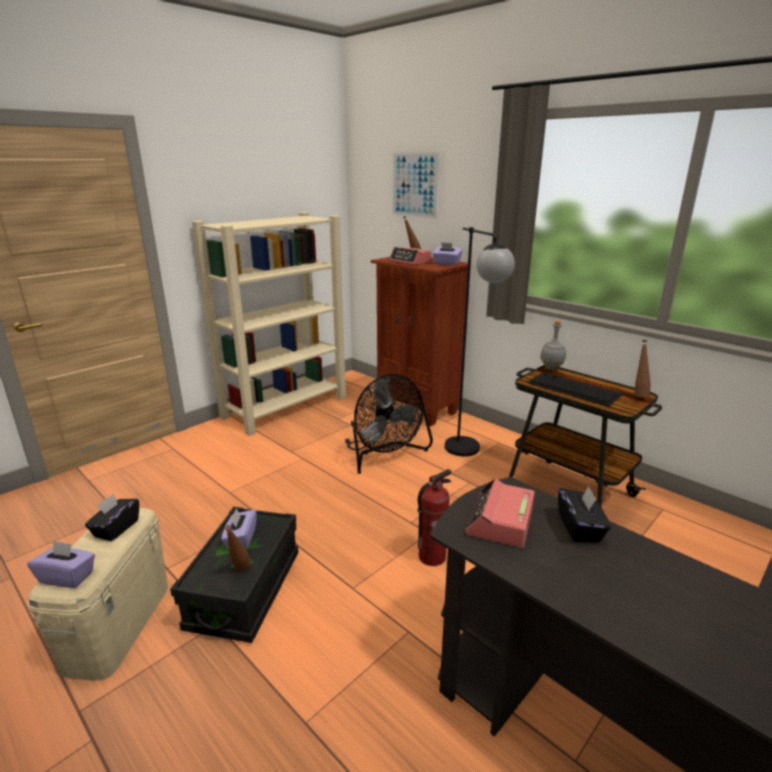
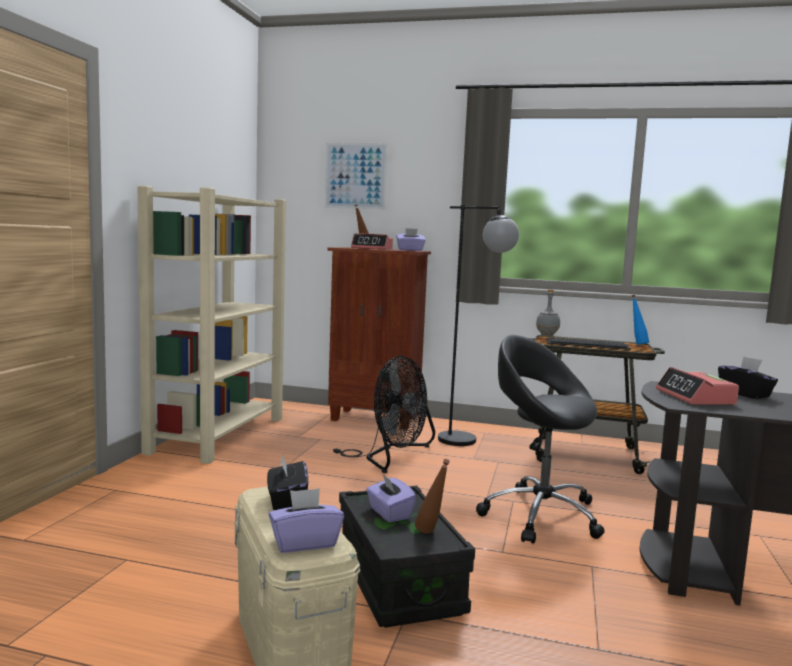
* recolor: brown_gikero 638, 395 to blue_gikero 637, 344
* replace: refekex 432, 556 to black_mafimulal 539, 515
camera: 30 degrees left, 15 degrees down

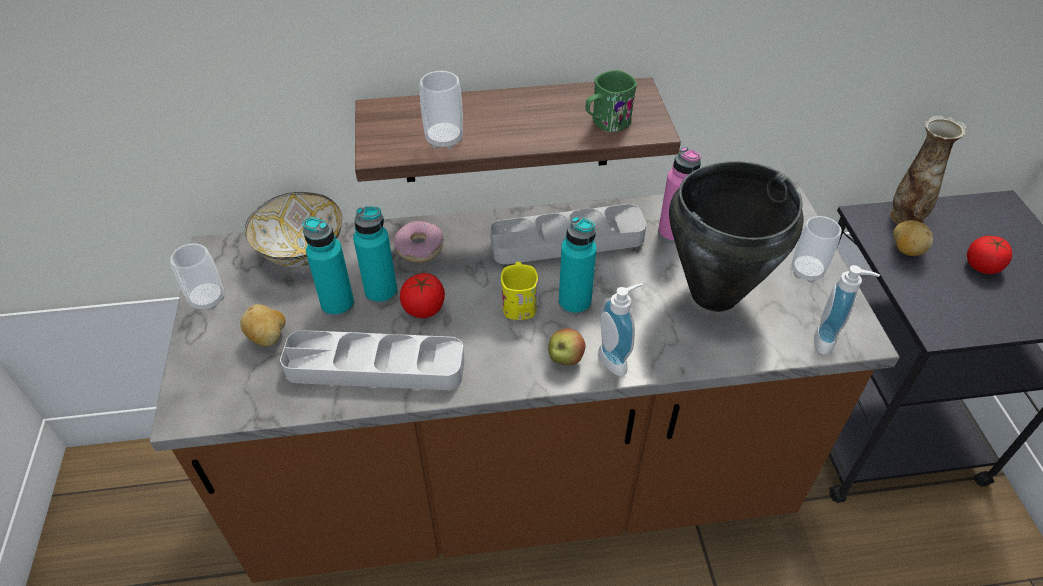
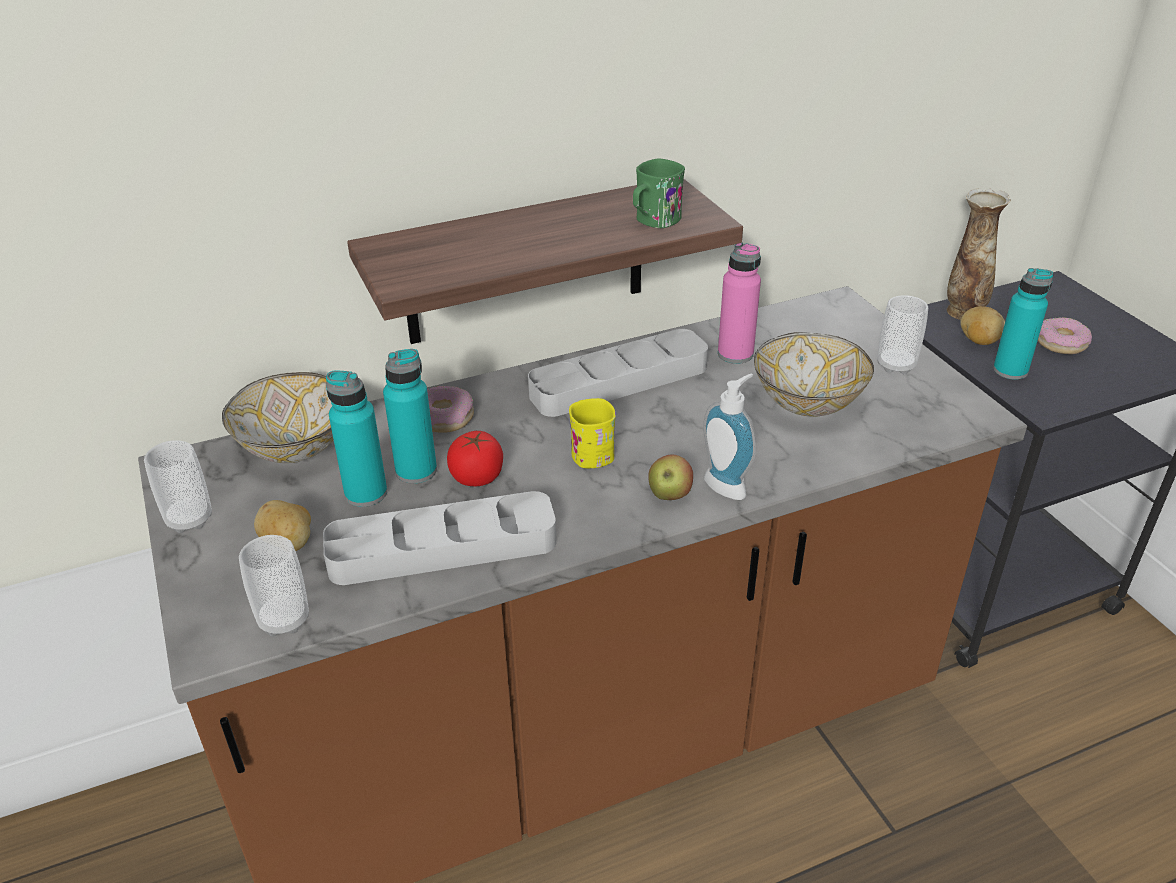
* move: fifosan 444, 140 to 284, 620
* replace: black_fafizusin 713, 294 to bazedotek 806, 403
* move: turquoise_gikero 574, 303 to 1010, 370
* replace: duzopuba 982, 266 to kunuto 1060, 343
* delete: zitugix 829, 340
camera: 15 degrees left, 10 degrees down

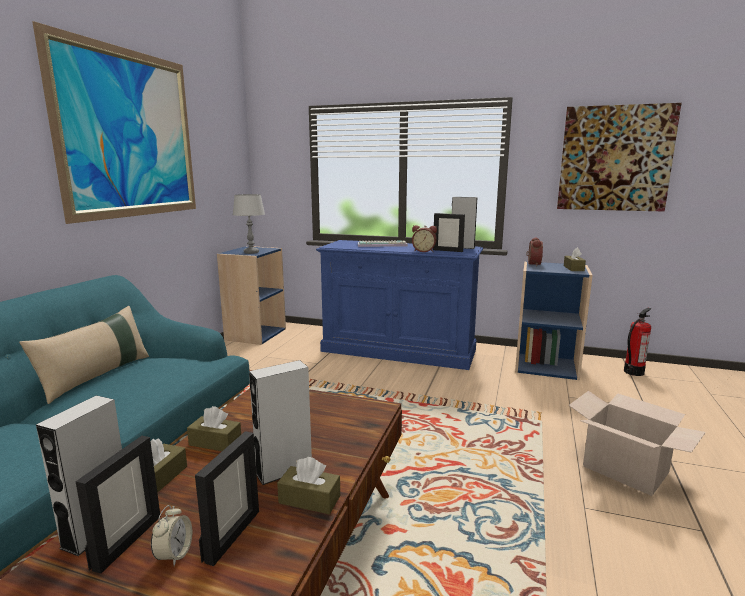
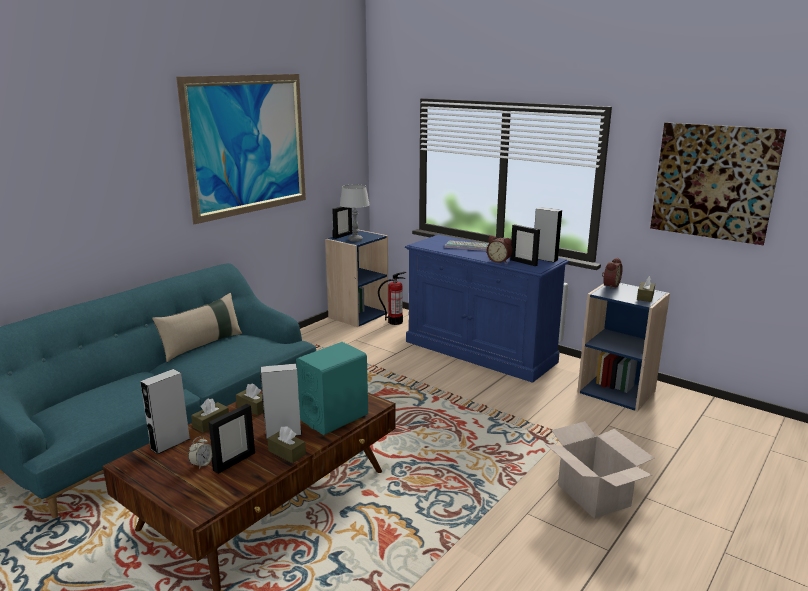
* move: refekex 633, 372 to 395, 322
* move: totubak 127, 541 to 342, 236
* insert: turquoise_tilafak 334, 417
camera: 20 degrees right, 5 degrees up

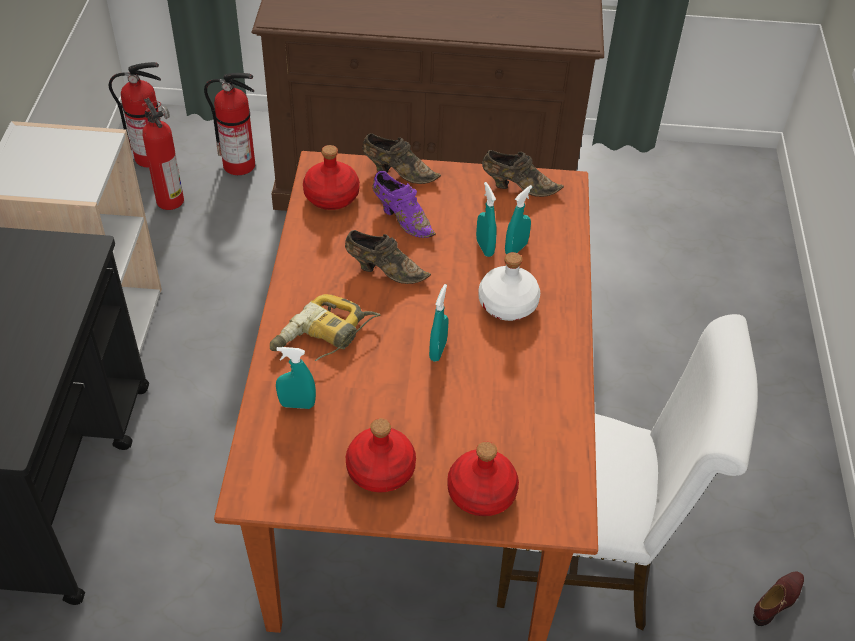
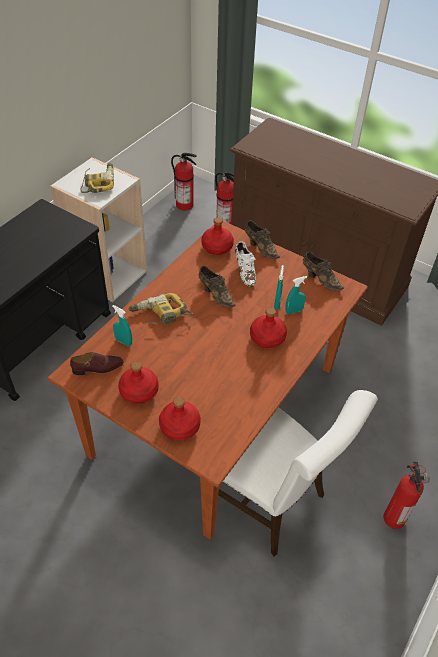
* move: refekex 169, 199 to 394, 517
* recolor: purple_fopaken 402, 218 to white_fopaken 245, 271
* recolor: white_gikero 507, 304 to red_gikero 267, 337
* delete: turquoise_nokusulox 438, 350
* move: brown_fopaken 777, 601 to 98, 368
* insert: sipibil 98, 182
camera: 30 degrees right, 0 degrees up

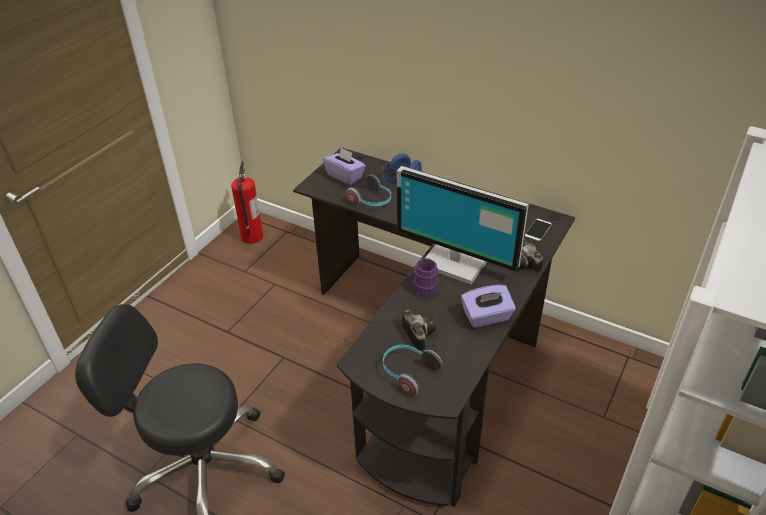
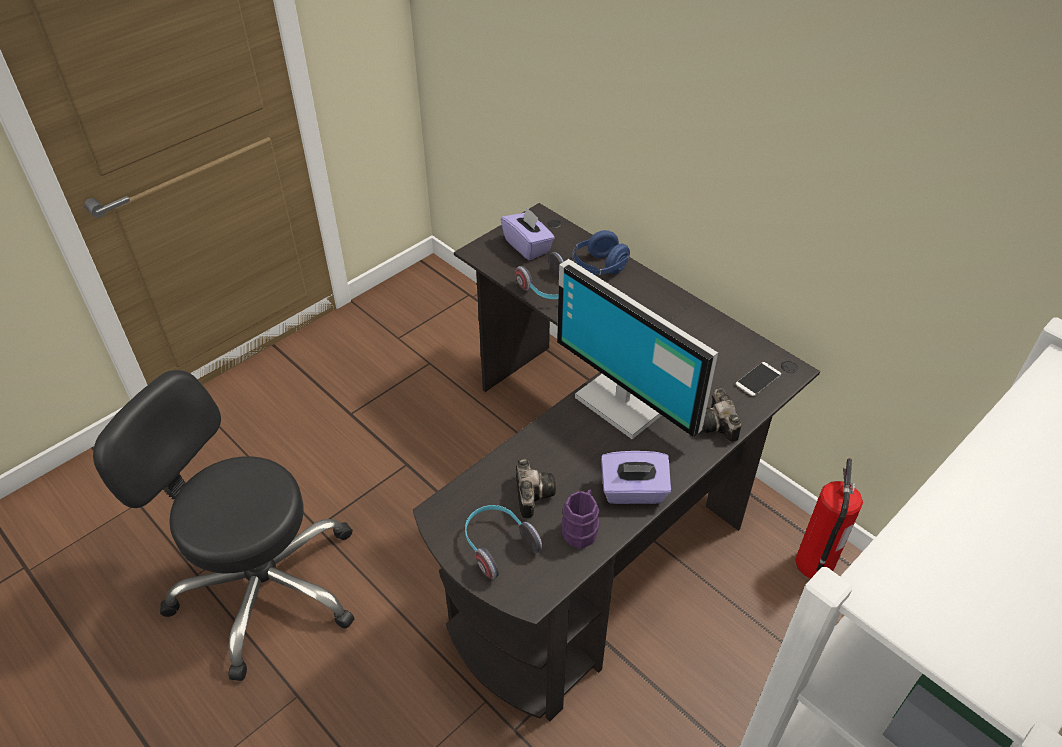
* move: refekex 252, 237 to 814, 564
* move: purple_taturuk 426, 286 to 581, 528
camera: 15 degrees right, 5 degrees up

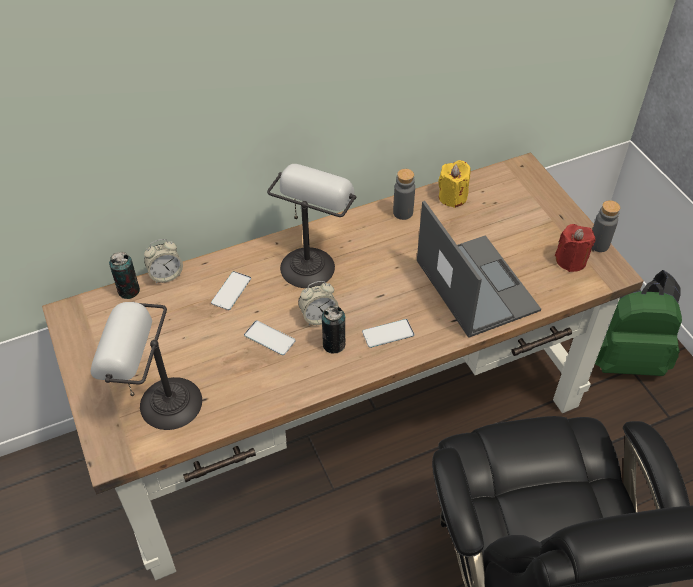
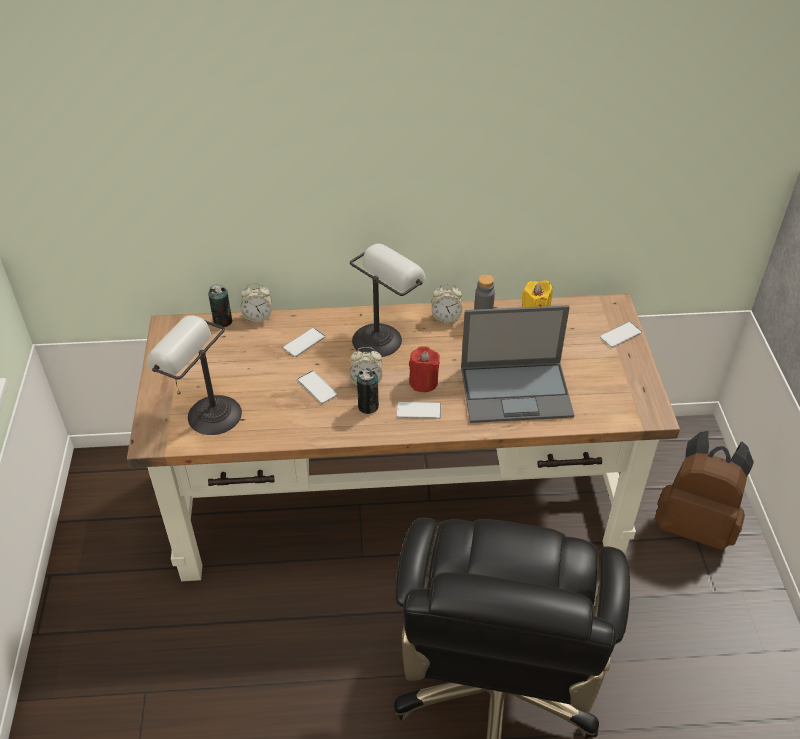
* delete: grey_gikero 598, 244
* rotate: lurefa 475, 284 = 517, 391 90 degrees clockwise
* move: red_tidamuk 571, 260 to 423, 382
* recolor: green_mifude 626, 357 to brown_mifude 695, 524
* insert: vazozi 446, 317
* insert: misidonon 620, 335
camera: 20 degrees right, 5 degrees down

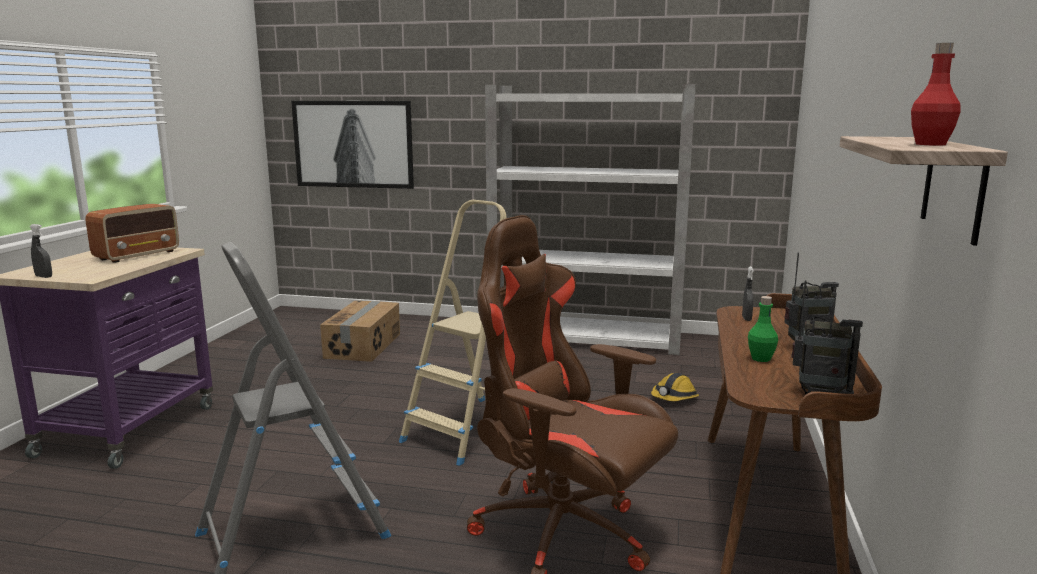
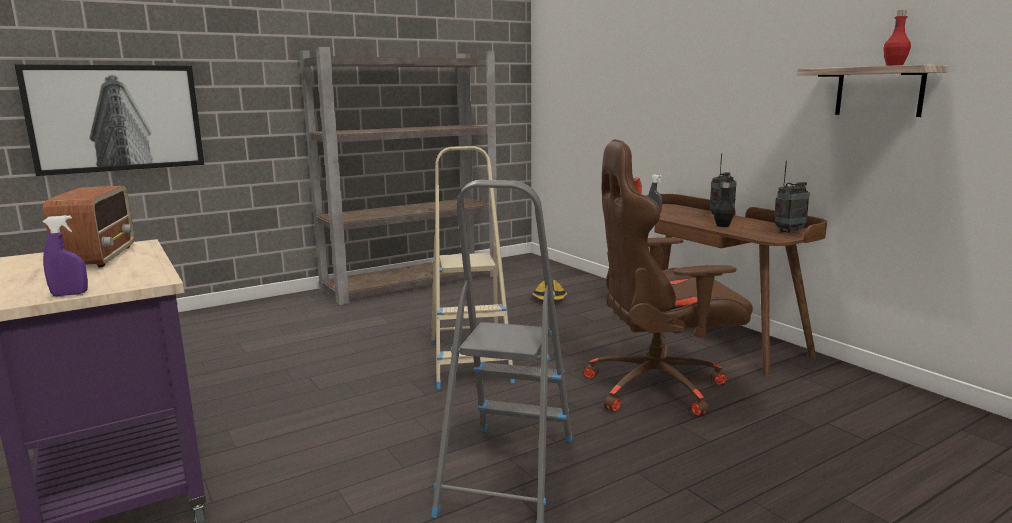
* recolor: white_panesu 585, 337 to brown_panesu 411, 282
* recolor: grey_nokusulox 44, 277 to purple_nokusulox 70, 294
* recolor: green_gikero 760, 358 to black_gikero 722, 225
* delete: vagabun 364, 345
camera: 45 degrees left, 0 degrees up

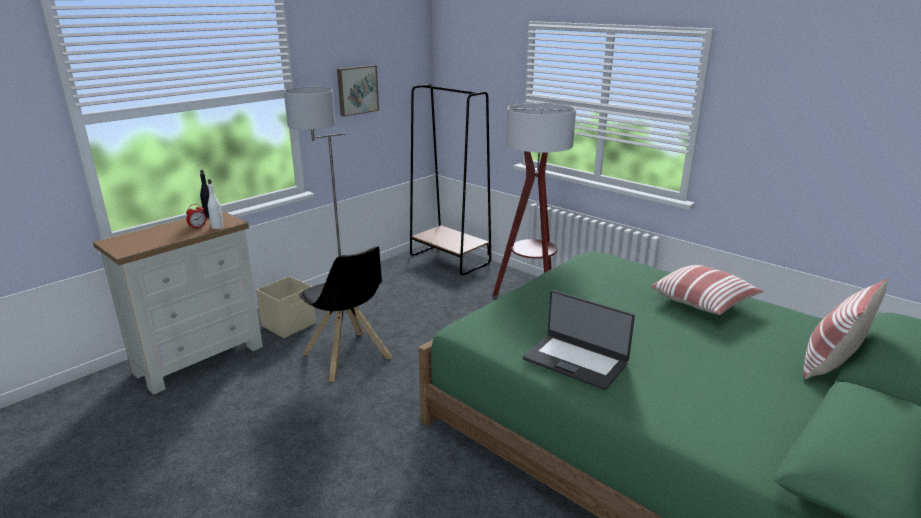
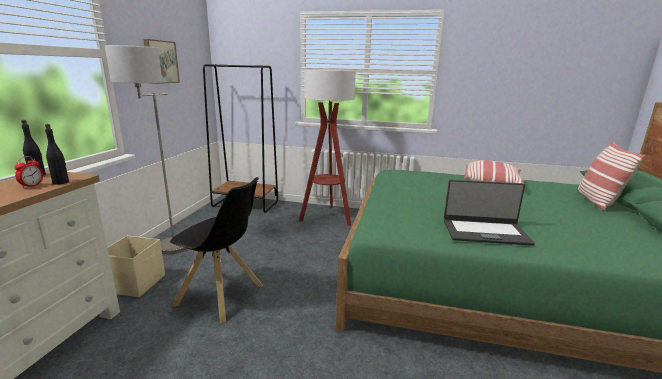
* recolor: white_gikero 217, 227 to black_gikero 61, 182
camera: 30 degrees left, 5 degrees down

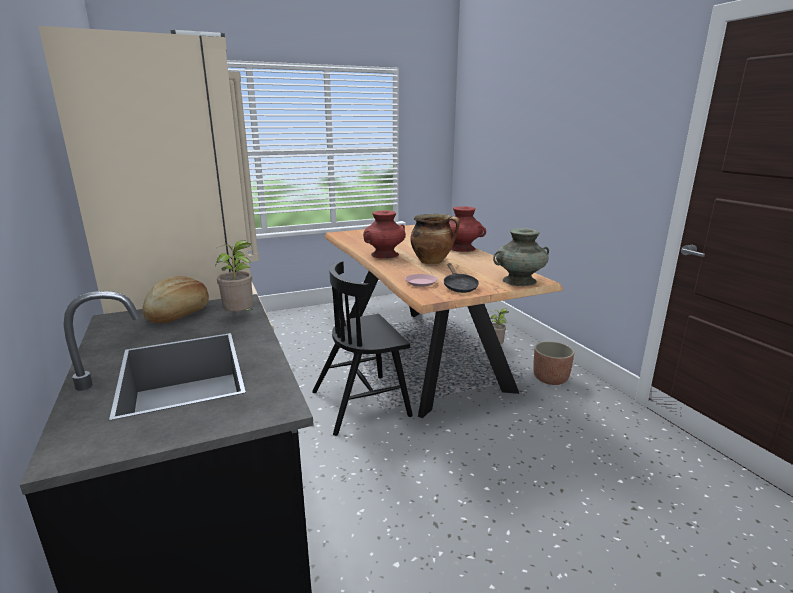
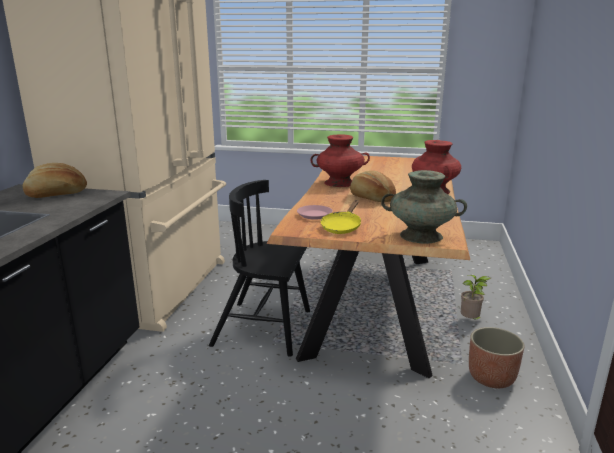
* replace: fafizusin 433, 261 to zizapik 371, 198
* delete: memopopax 241, 316
* recolor: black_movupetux 459, 287 to yellow_movupetux 342, 227
camera: 35 degrees right, 0 degrees up

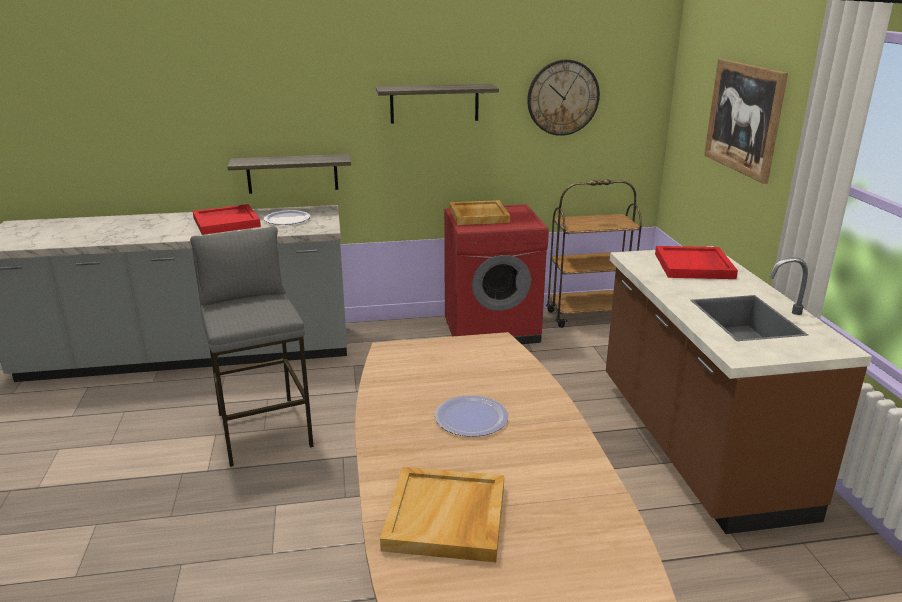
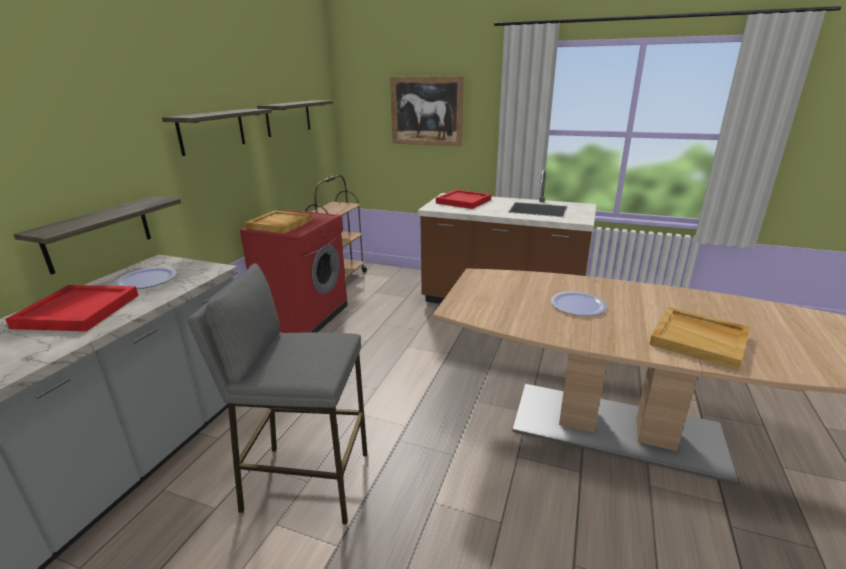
* replace: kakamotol 563, 97 to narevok 288, 118
camera: 60 degrees left, 0 degrees up

